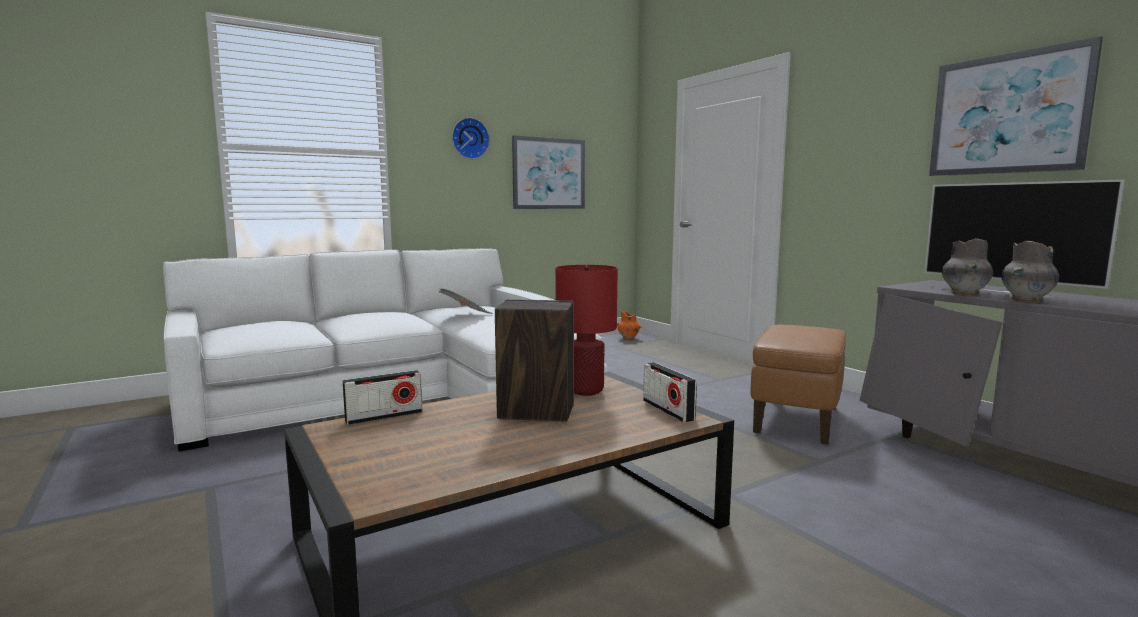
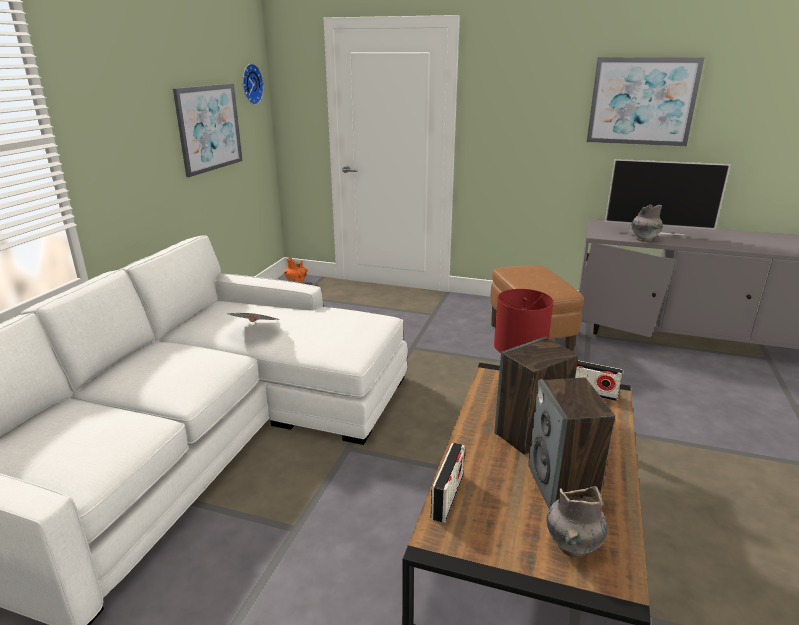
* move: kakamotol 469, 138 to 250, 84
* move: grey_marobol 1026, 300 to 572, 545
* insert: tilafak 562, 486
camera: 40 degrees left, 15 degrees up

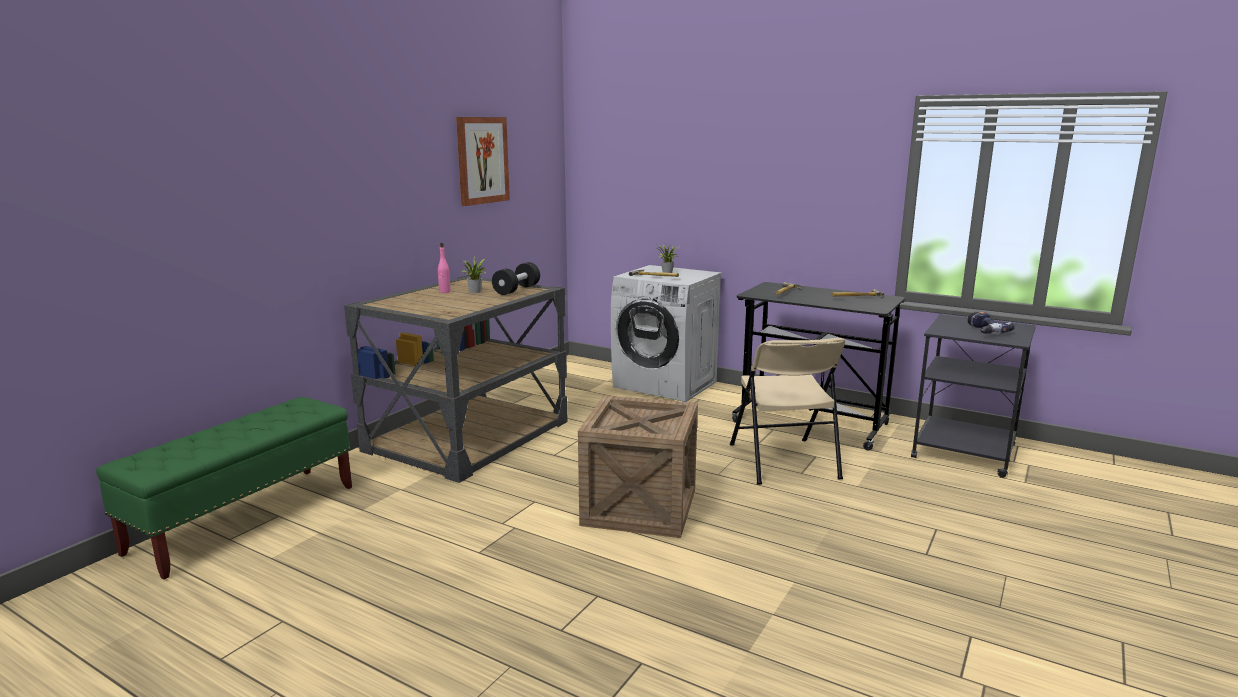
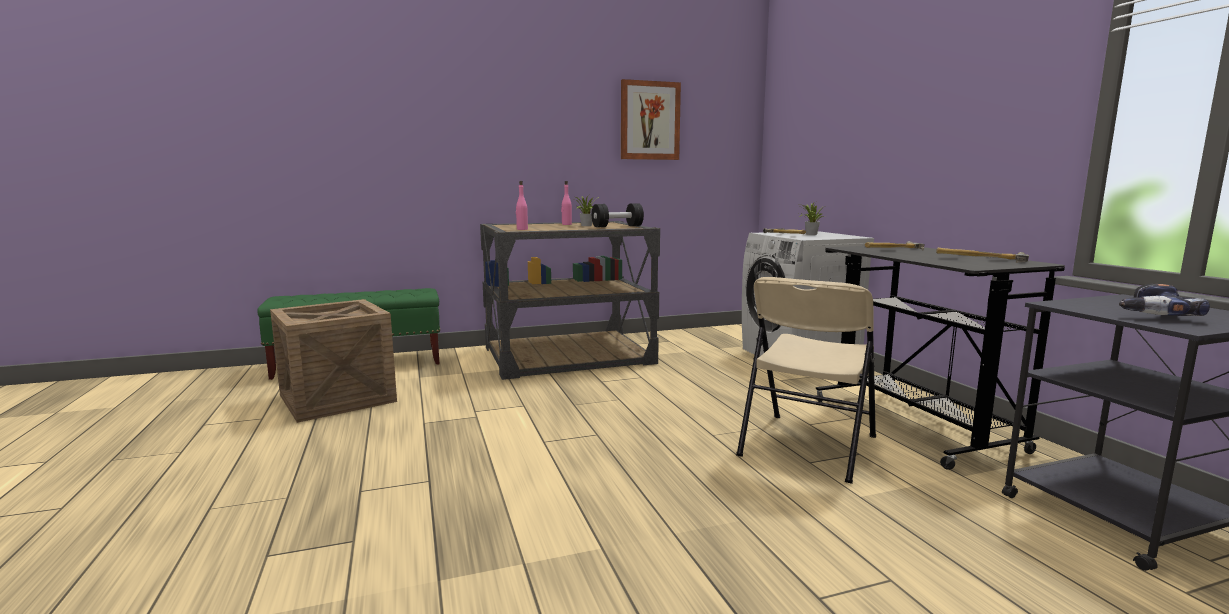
* move: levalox 639, 507 to 337, 398
* insert: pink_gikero 522, 229
camera: 40 degrees right, 5 degrees down

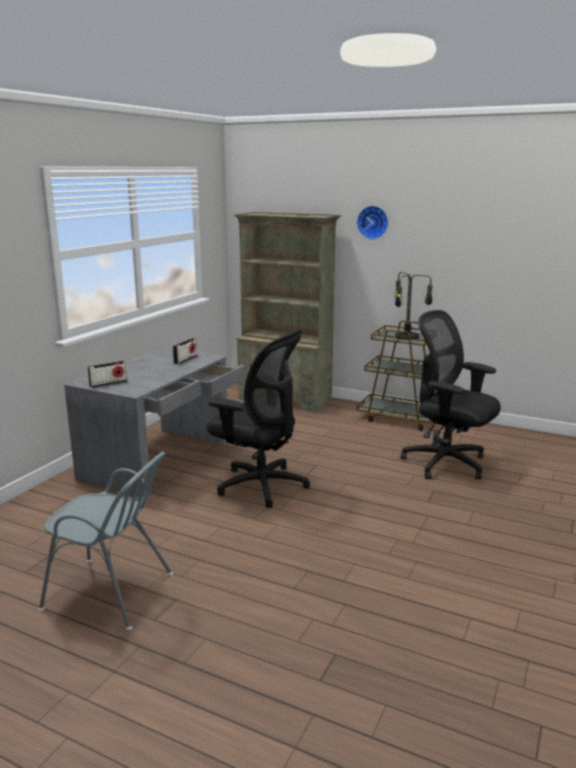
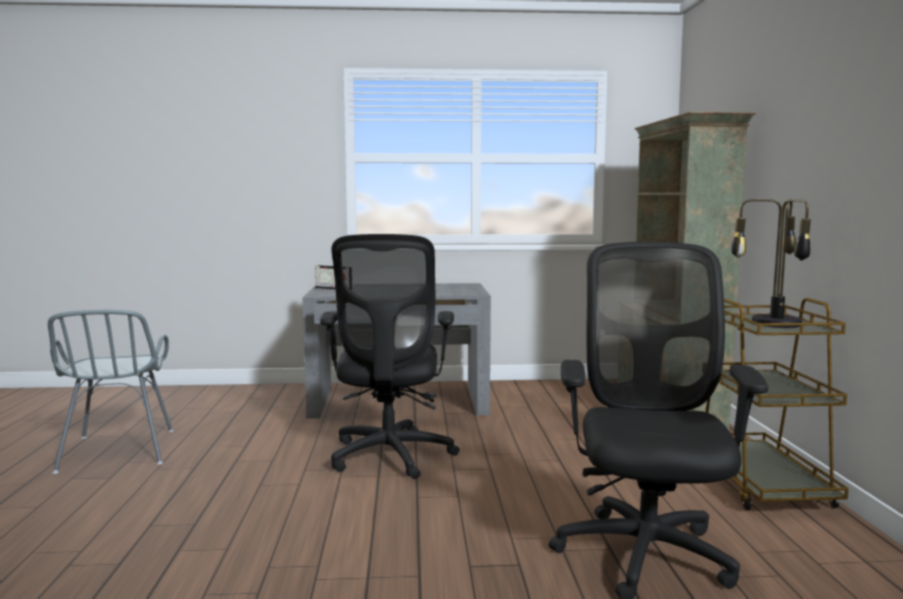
* delete: kakamotol 373, 222
* delete: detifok 185, 360
camera: 60 degrees right, 10 degrees down

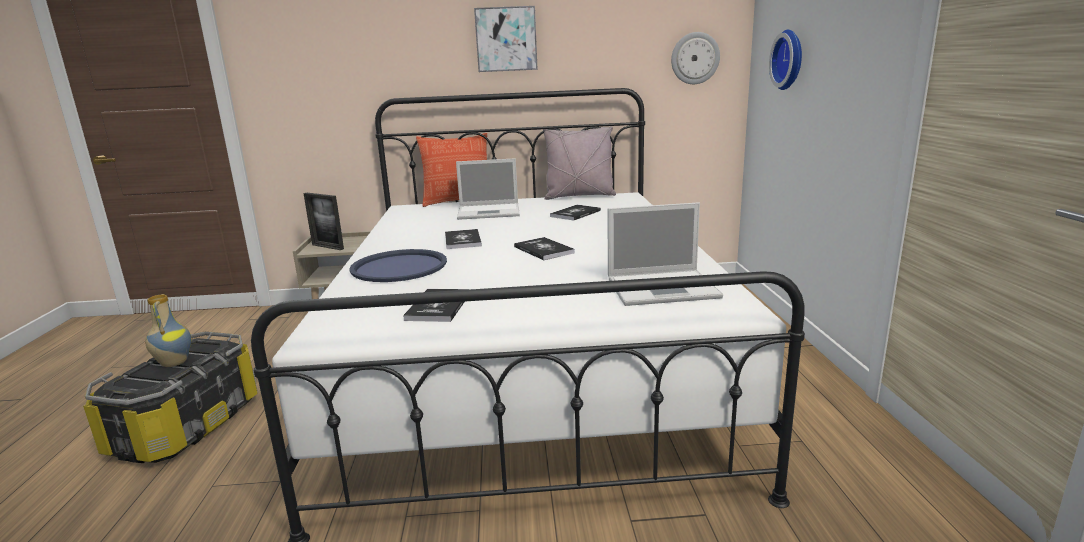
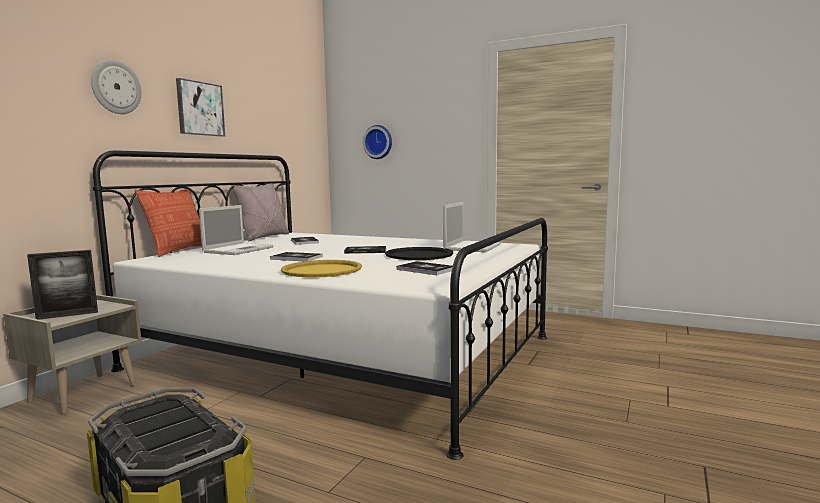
* move: kakamotol 695, 58 to 116, 87
* recolor: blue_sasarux 399, 267 to yellow_sasarux 322, 270
* delete: marobol 173, 363
* insert: black_sasarux 419, 255
camera: 60 degrees left, 10 degrees down

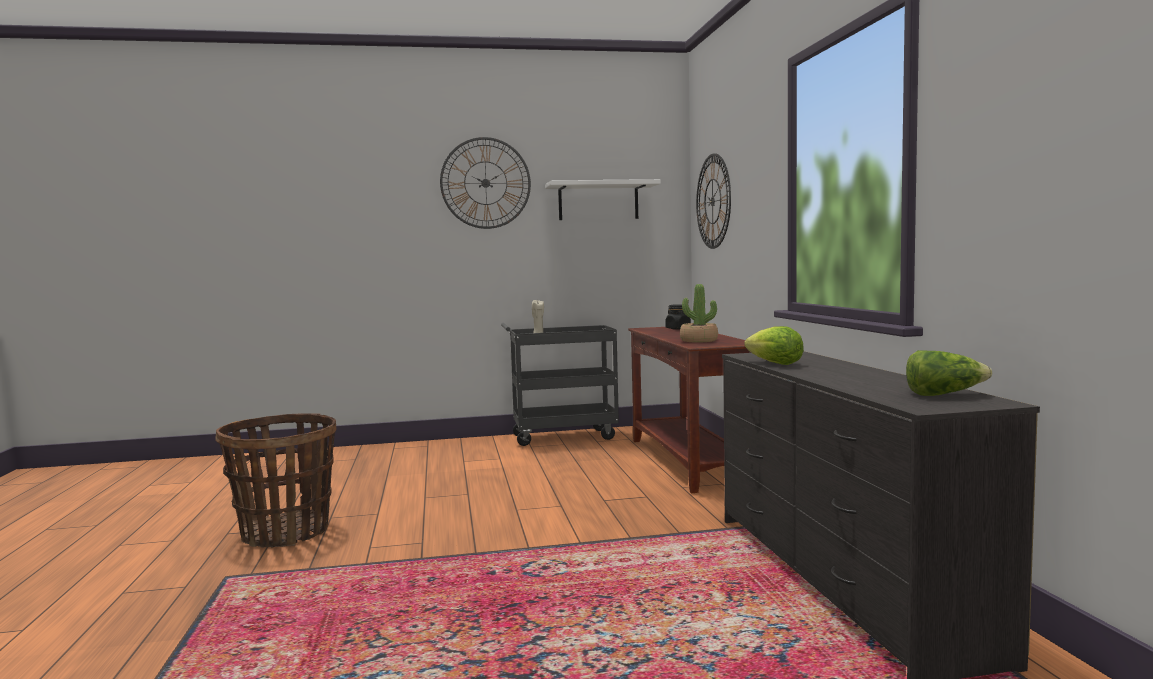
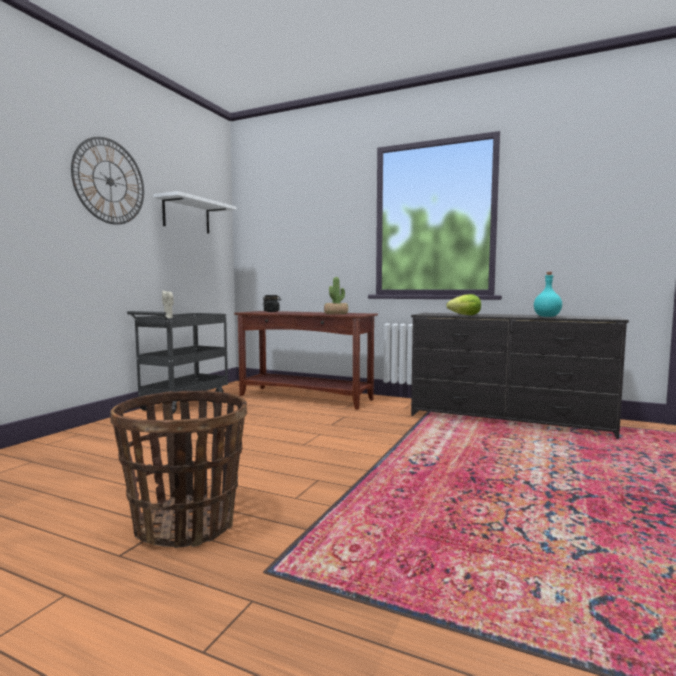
* delete: kakamotol 713, 201
* delete: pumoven 944, 394
* insert: turquoise_gikero 546, 316
camera: 55 degrees left, 0 degrees up

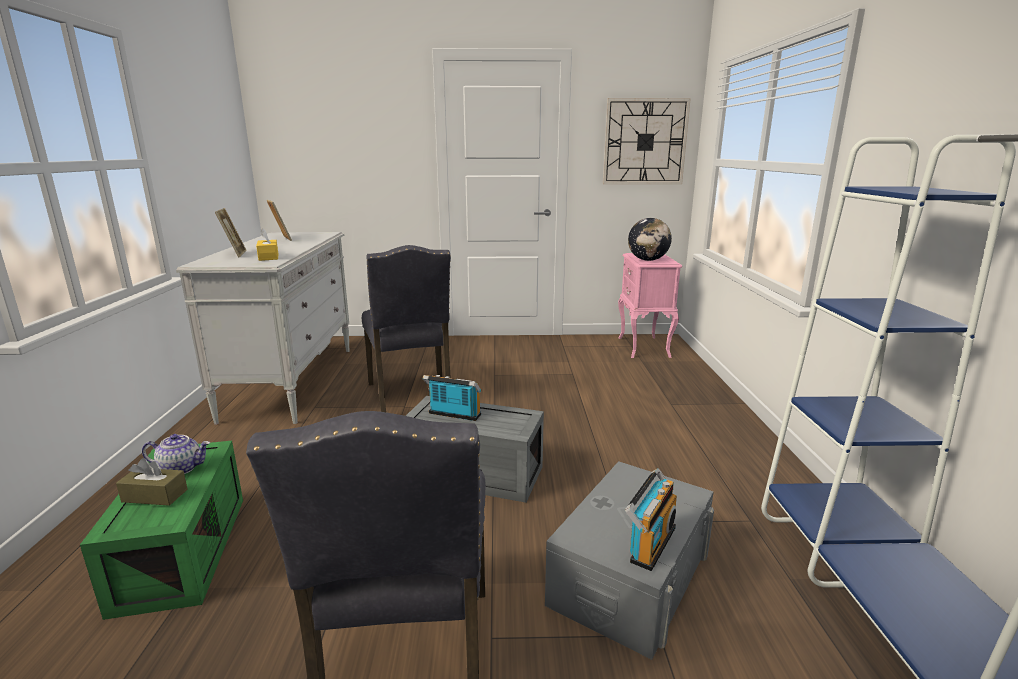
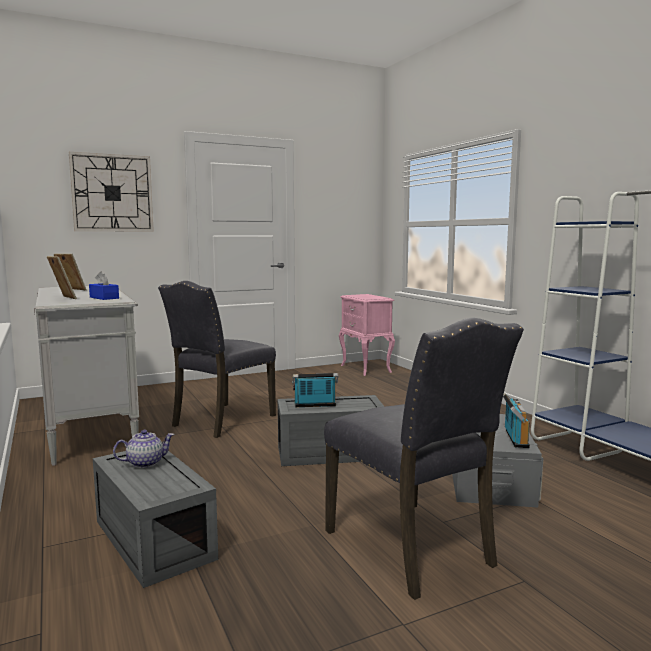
* move: kakamotol 645, 142 to 112, 193
* delete: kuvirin 647, 260
* recolor: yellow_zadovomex 268, 257 to blue_zadovomex 104, 298
* rotate: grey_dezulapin 411, 397 = 221, 421 75 degrees clockwise
* recolor: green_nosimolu 181, 550 to grey_nosimolu 150, 539
* delete: brown_zadovomex 155, 496
camera: 25 degrees left, 10 degrees down

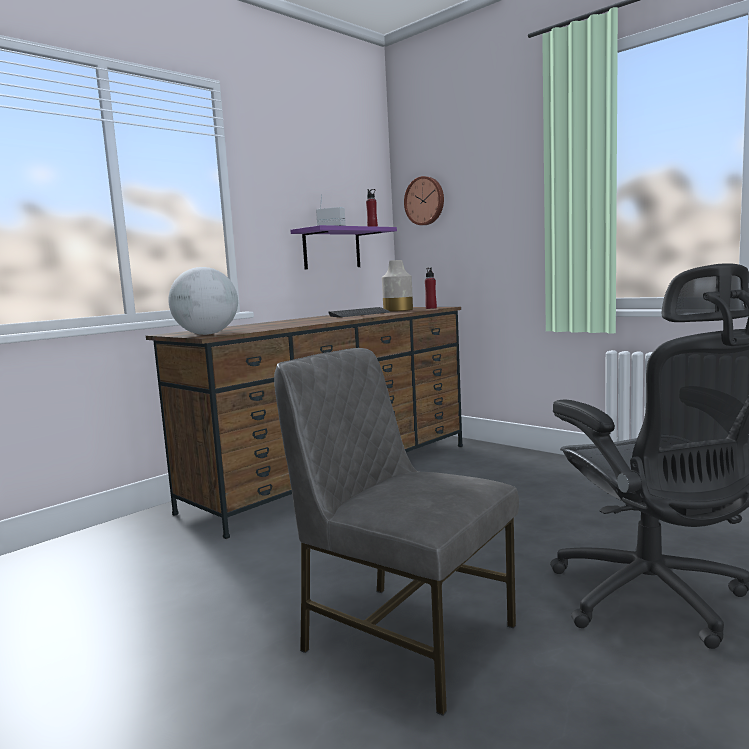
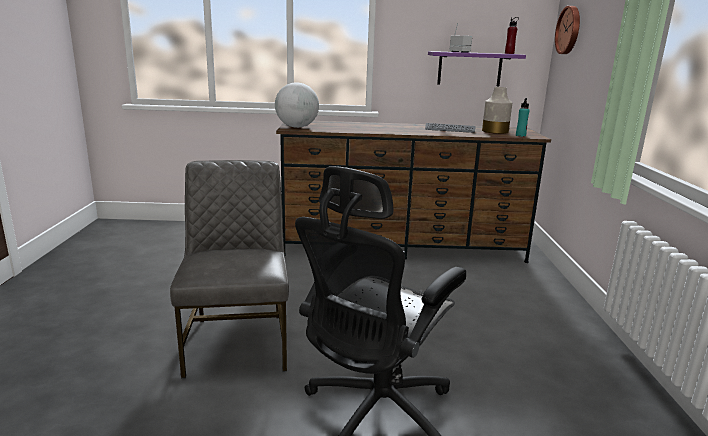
* recolor: red_gikero 431, 308 to turquoise_gikero 520, 135
camera: 45 degrees right, 10 degrees up

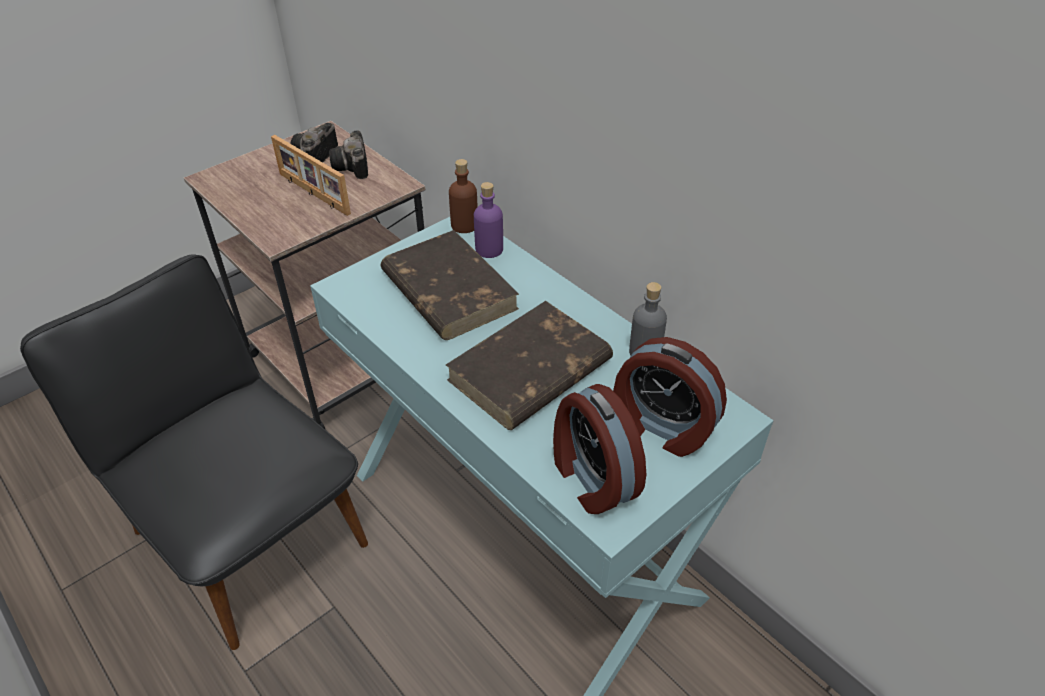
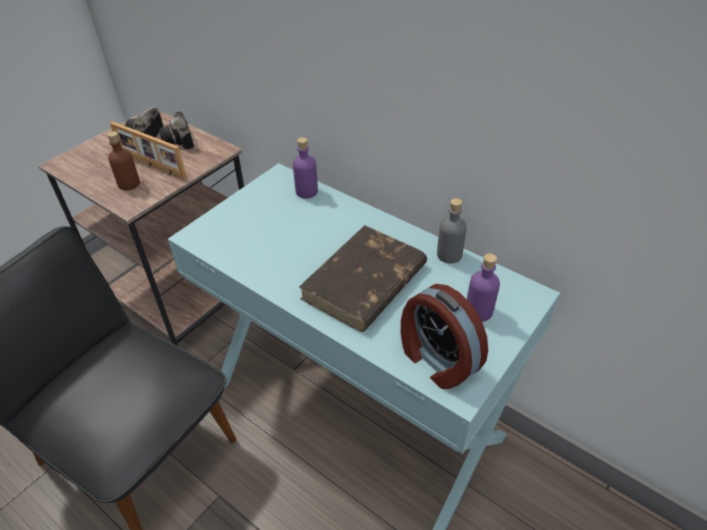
* move: brown_gikero 464, 225 to 129, 184
* delete: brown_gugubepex 448, 290
* replace: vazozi 661, 427 to purple_gikero 478, 311
camera: 10 degrees left, 0 degrees up

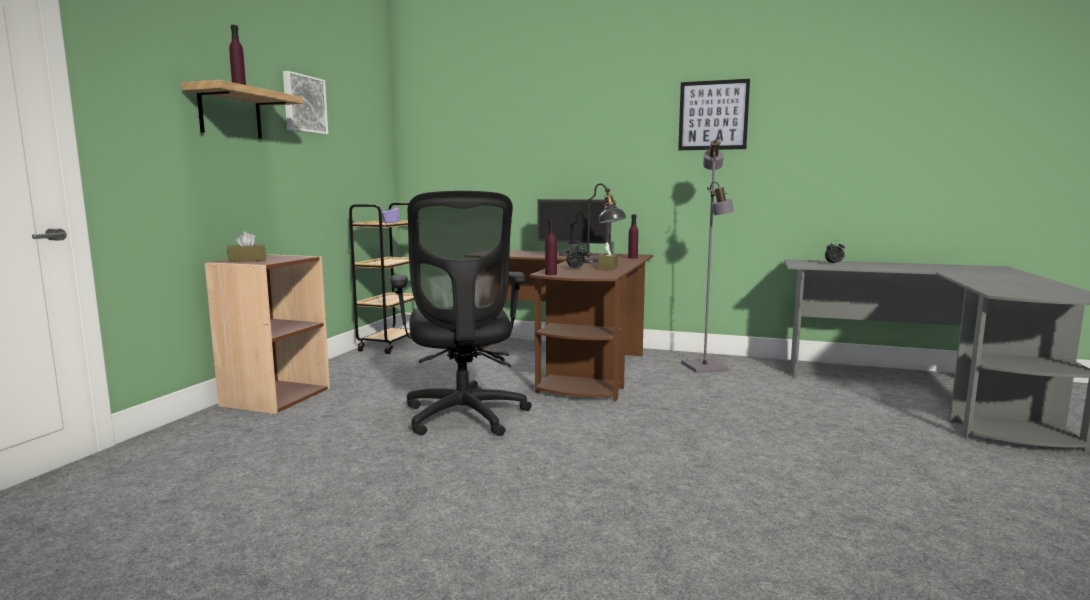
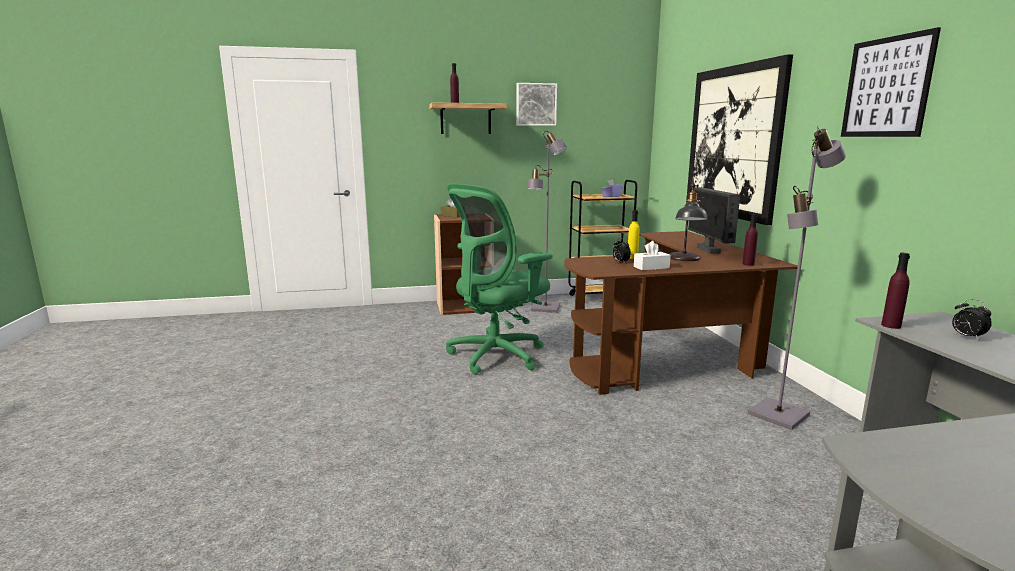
* recolor: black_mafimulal 462, 413 to green_mafimulal 499, 353
* move: purple_gikero 551, 274 to 891, 325
* recolor: brown_zadovomex 607, 268 to white_zadovomex 651, 267
* insert: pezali 733, 142
* insert: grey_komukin 545, 308
* insert: yellow_gikero 632, 257
camera: 60 degrees right, 5 degrees up

